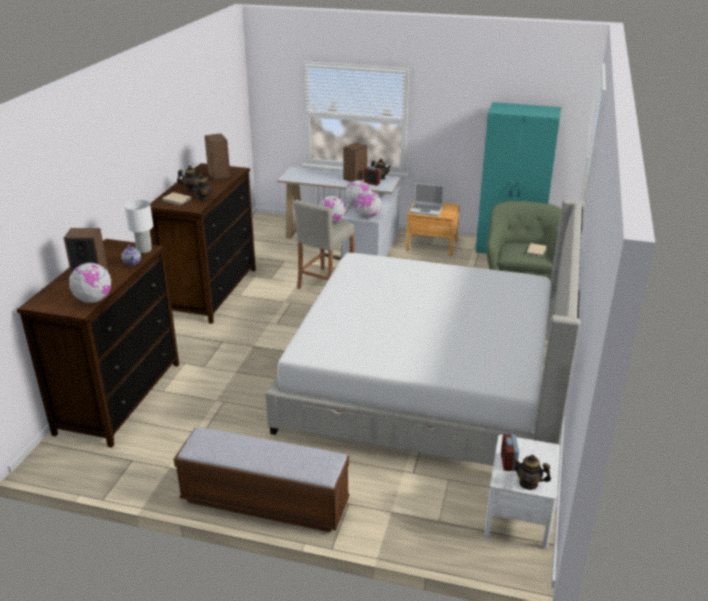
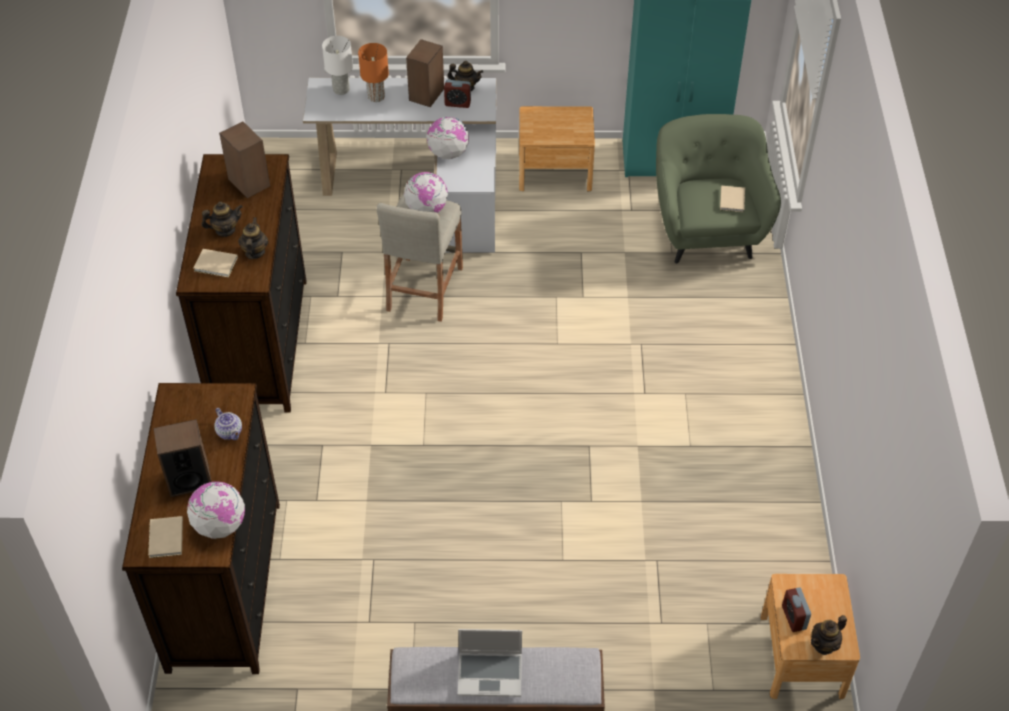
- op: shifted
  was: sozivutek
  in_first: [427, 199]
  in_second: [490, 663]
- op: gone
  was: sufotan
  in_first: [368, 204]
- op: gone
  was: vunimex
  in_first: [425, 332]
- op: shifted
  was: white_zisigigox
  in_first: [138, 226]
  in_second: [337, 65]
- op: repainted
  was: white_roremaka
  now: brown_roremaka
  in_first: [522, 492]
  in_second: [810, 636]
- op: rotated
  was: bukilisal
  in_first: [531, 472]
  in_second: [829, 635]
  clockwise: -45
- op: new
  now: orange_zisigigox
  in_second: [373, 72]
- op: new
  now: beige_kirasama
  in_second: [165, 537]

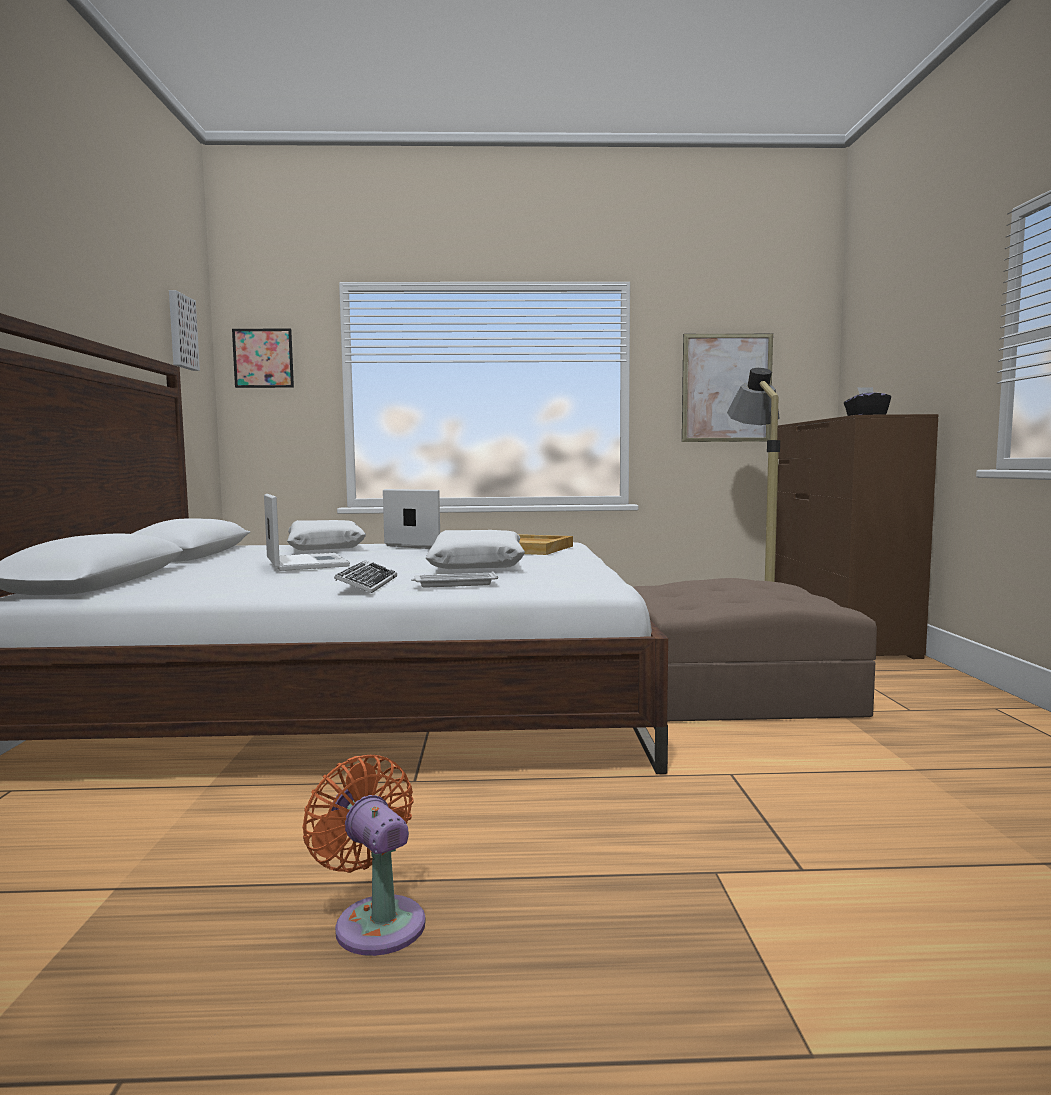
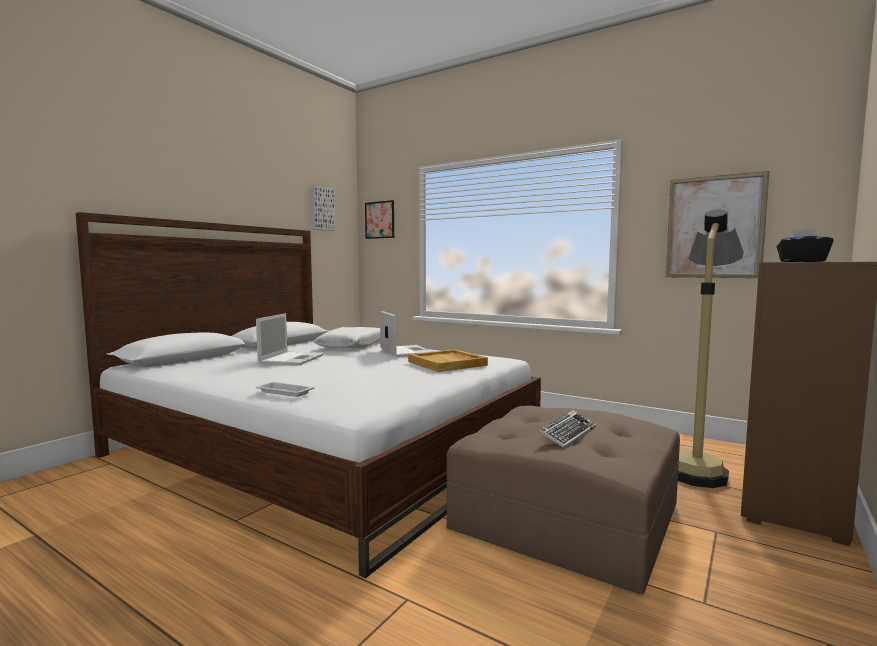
- op: gone
  was: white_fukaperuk
  in_first: [475, 549]
- op: shifted
  was: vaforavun
  in_first: [365, 576]
  in_second: [567, 429]
- op: gone
  was: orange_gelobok
  in_first: [363, 855]

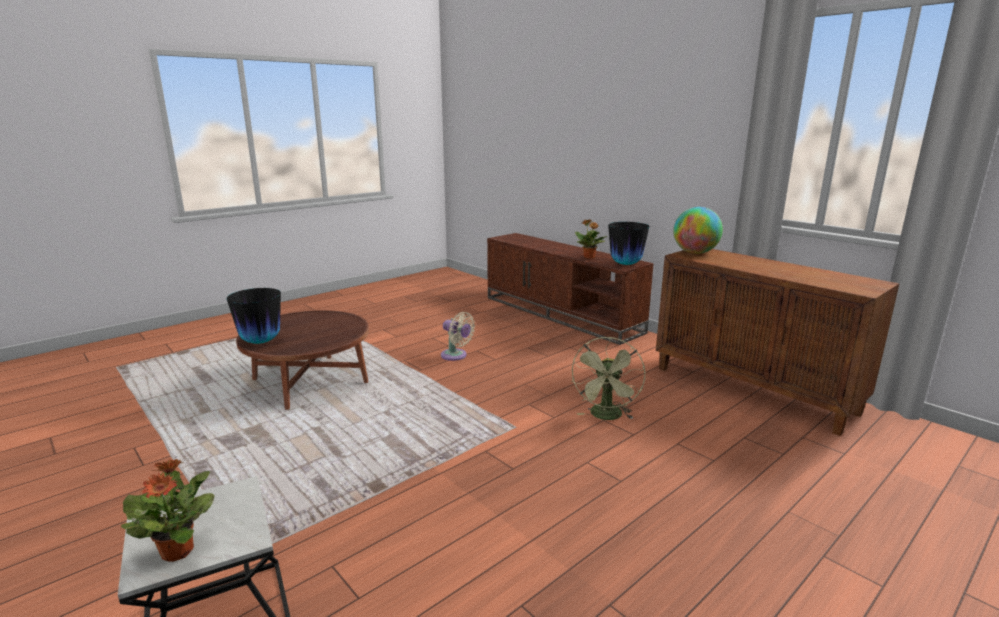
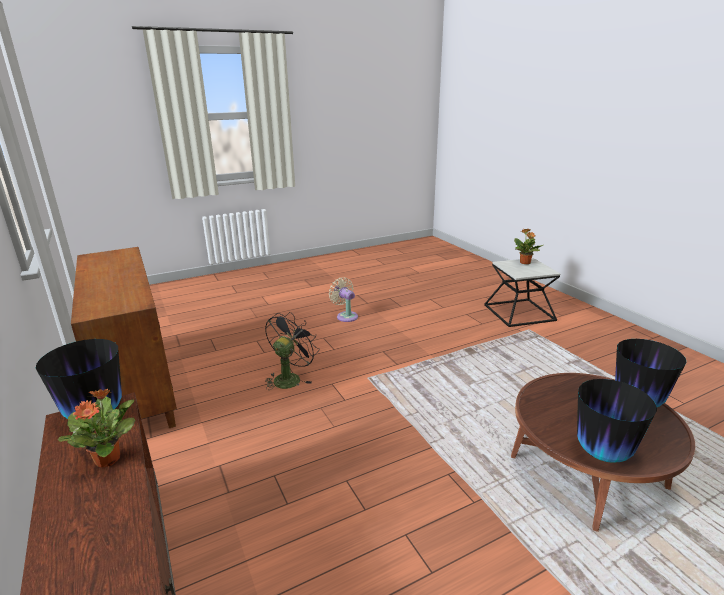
- op: gone
  was: sufotan
  in_first: [698, 230]
- op: shifted
  was: beige_gelobok
  in_first: [458, 336]
  in_second: [343, 299]
- op: repainted
  was: green_gelobok
  now: black_gelobok
  in_first: [608, 378]
  in_second: [292, 351]
- op: new
  now: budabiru
  in_second: [617, 421]

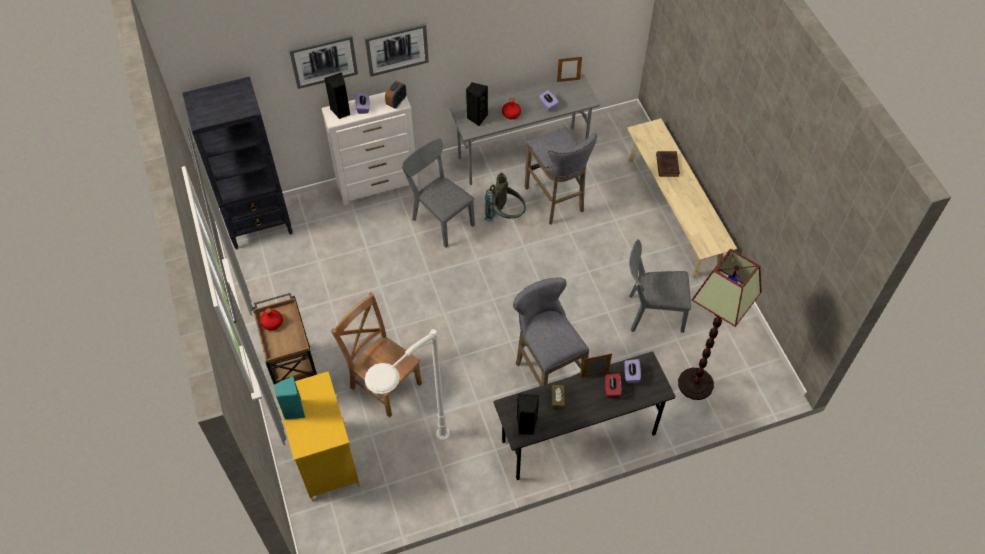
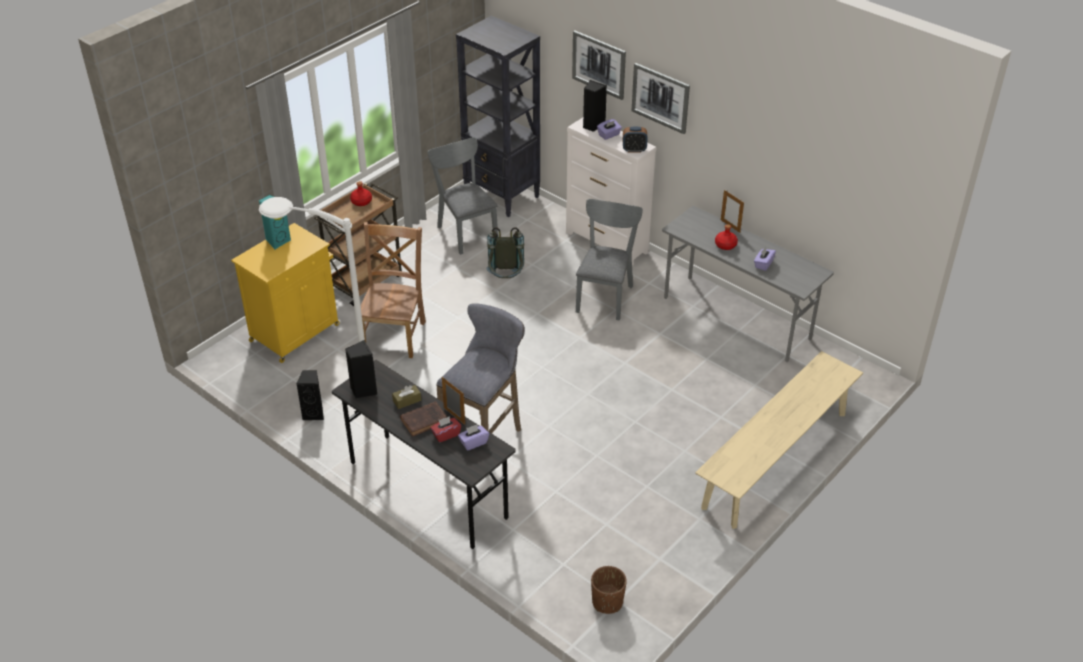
- op: shifted
  was: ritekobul
  in_first: [569, 69]
  in_second: [732, 211]
- op: shifted
  was: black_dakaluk
  in_first: [477, 104]
  in_second: [310, 395]
- op: gone
  was: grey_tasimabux
  in_first: [561, 175]
- op: shifted
  was: brown_kirasama
  in_first: [668, 164]
  in_second: [423, 419]
- op: shifted
  was: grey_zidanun
  in_first: [505, 197]
  in_second: [505, 252]
- op: shifted
  was: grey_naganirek
  in_first: [660, 286]
  in_second: [462, 196]
- op: gone
  was: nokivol
  in_first: [720, 324]
- op: new
  now: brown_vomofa
  in_second: [609, 590]

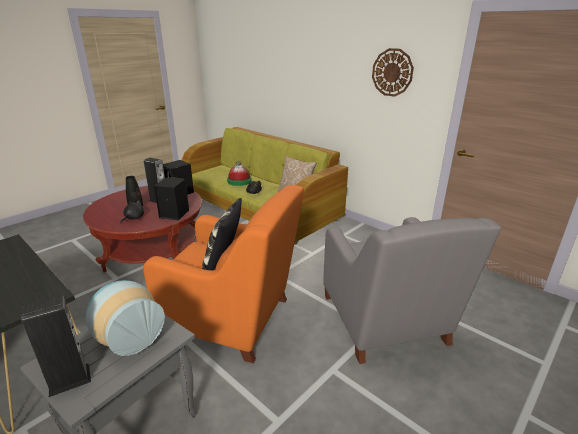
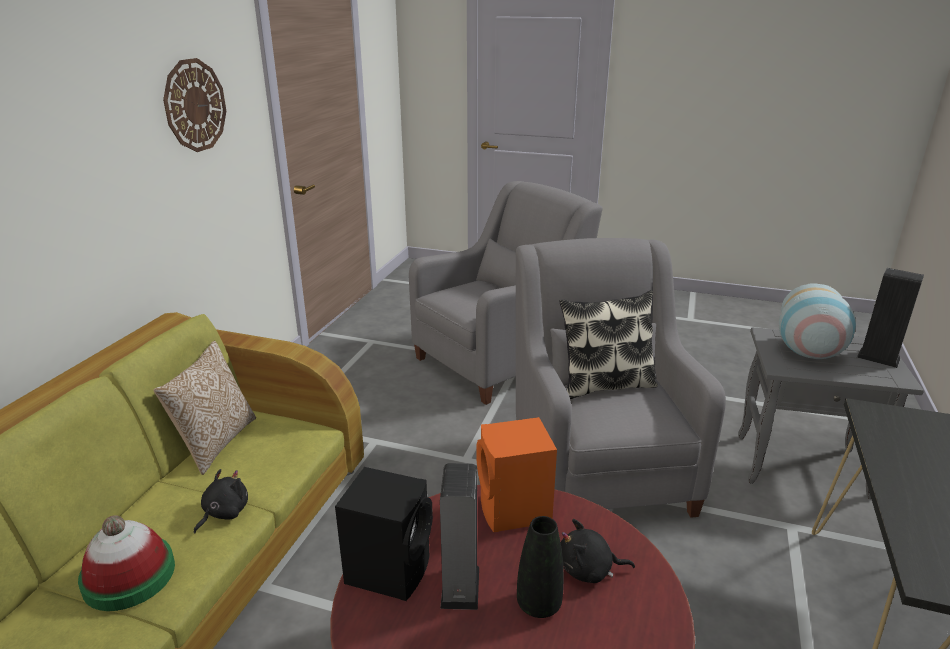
- op: repainted
  was: black_dakaluk
  now: orange_dakaluk
  in_first: [171, 198]
  in_second: [516, 474]
- op: repainted
  was: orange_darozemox
  now: grey_darozemox
  in_first: [223, 274]
  in_second: [621, 378]

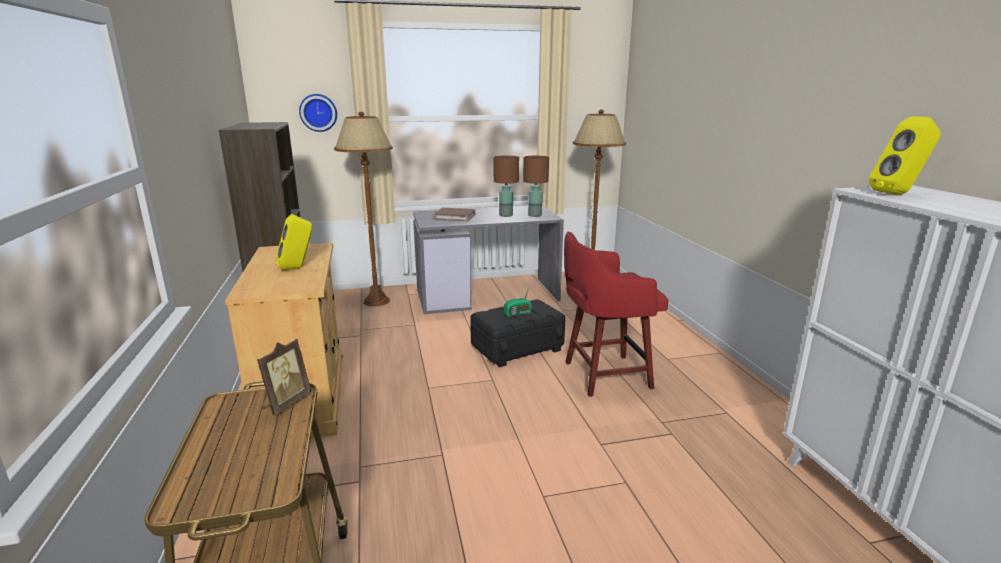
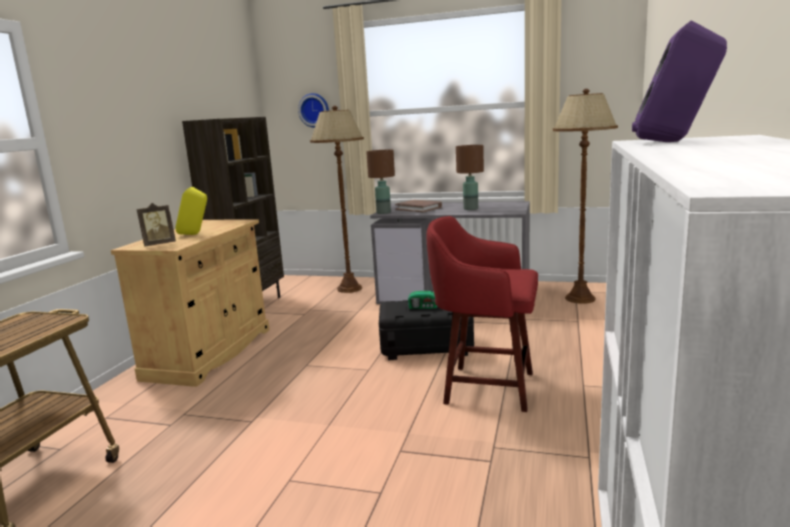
- op: repainted
  was: yellow_dakaluk
  now: purple_dakaluk
  in_first: [905, 156]
  in_second: [679, 81]
- op: shifted
  was: brown_zisigigox
  in_first: [536, 186]
  in_second: [380, 182]
- op: shifted
  was: ritekobul
  in_first: [284, 377]
  in_second: [156, 225]

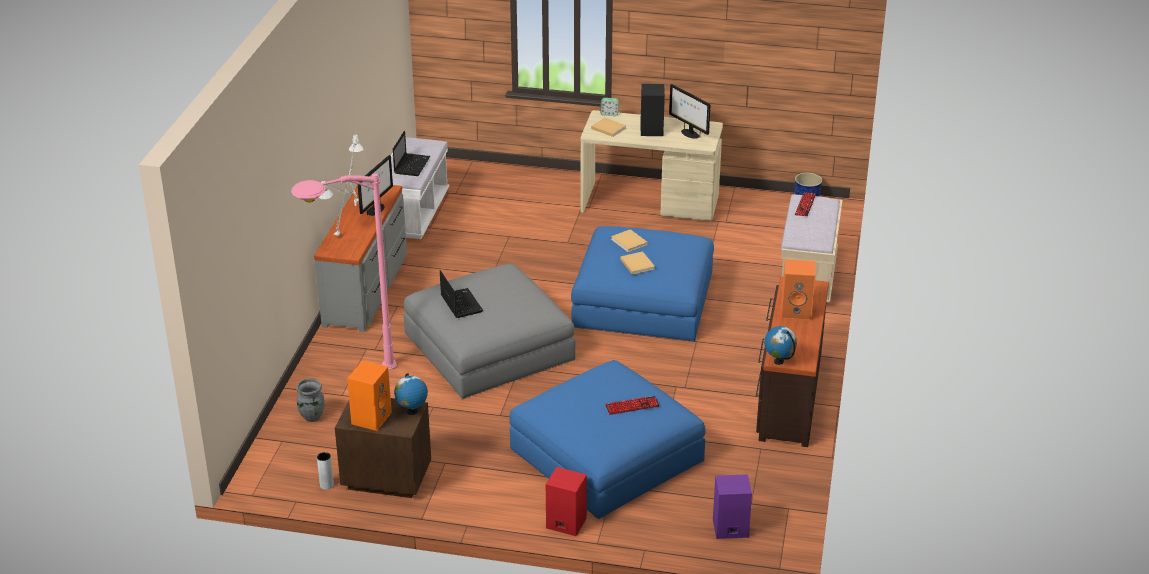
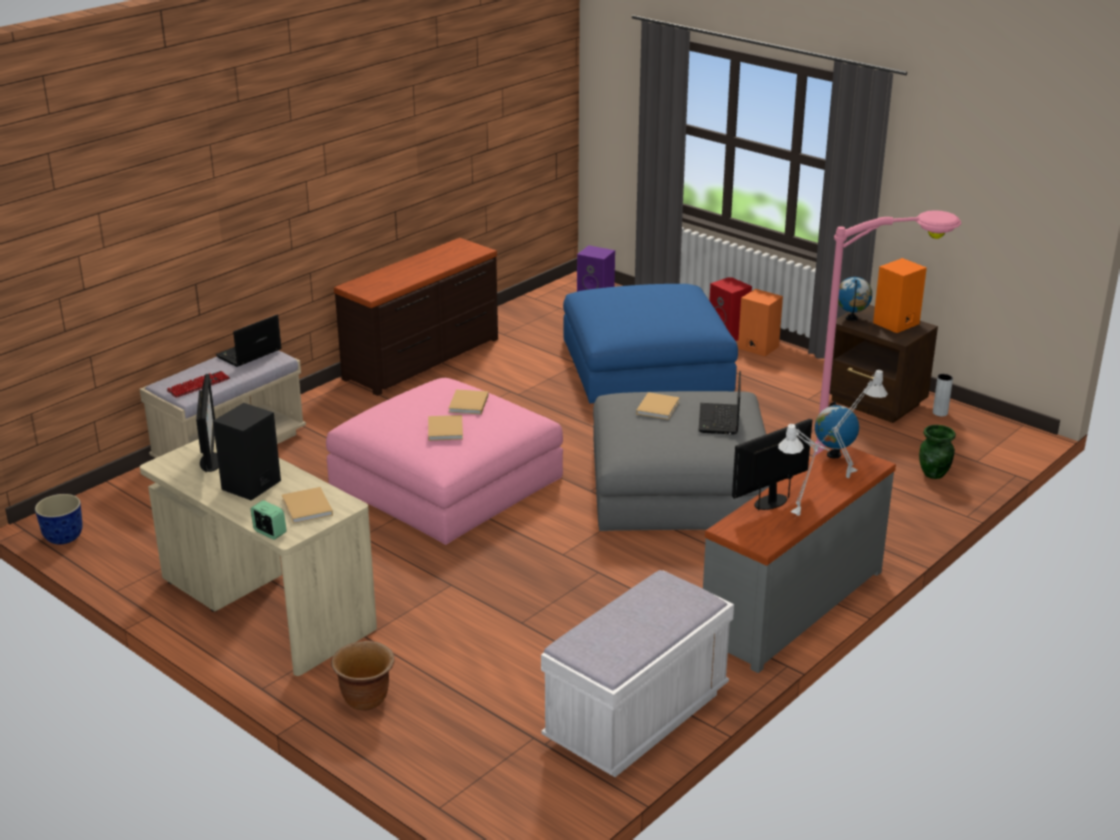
- op: shifted
  was: sozivutek
  in_first: [411, 153]
  in_second: [249, 341]
- op: repainted
  was: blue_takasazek
  now: pink_takasazek
  in_first: [642, 283]
  in_second: [444, 461]
- op: shifted
  was: orange_dakaluk
  in_first: [798, 289]
  in_second: [760, 322]
- op: shifted
  was: sufotan
  in_first: [780, 345]
  in_second: [837, 429]
- op: repainted
  was: grey_budabiru
  now: green_budabiru
  in_first: [310, 400]
  in_second: [937, 452]
- op: gone
  was: vaforavun
  in_first: [632, 405]
- op: new
  now: beige_kirasama
  in_second: [658, 406]
- op: new
  now: brown_vomofa
  in_second: [363, 676]

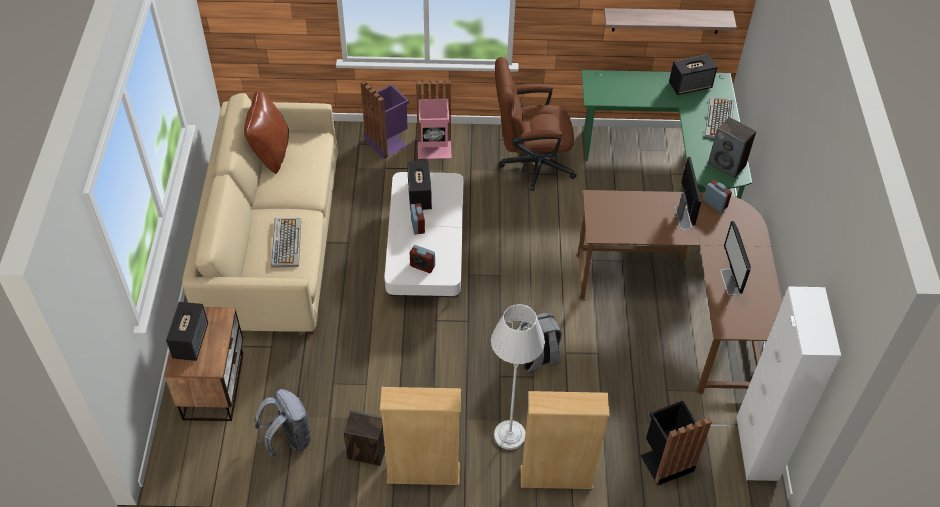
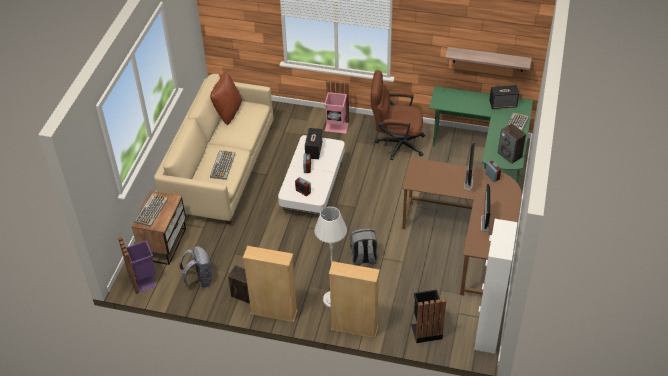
- op: shifted
  was: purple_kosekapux
  in_first: [384, 119]
  in_second: [137, 265]
- op: swapped
  was: dakaluk
  now: vaforavun
  in_first: [187, 331]
  in_second: [151, 210]

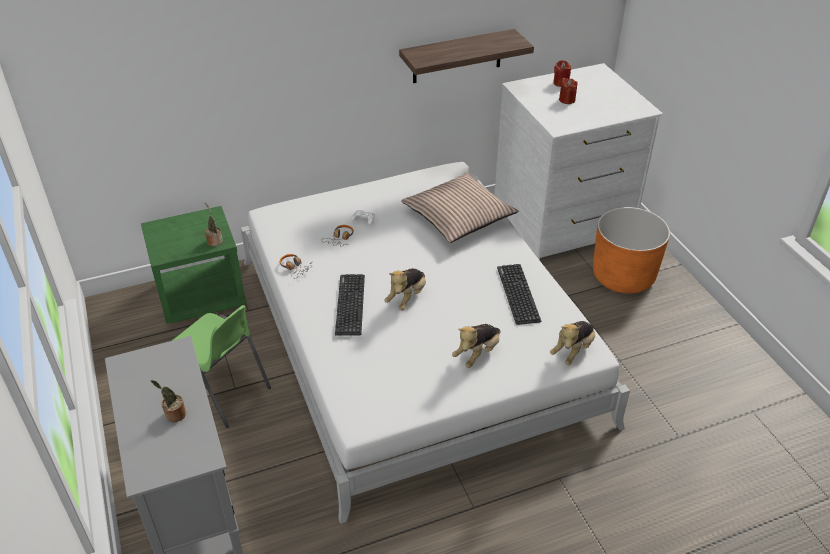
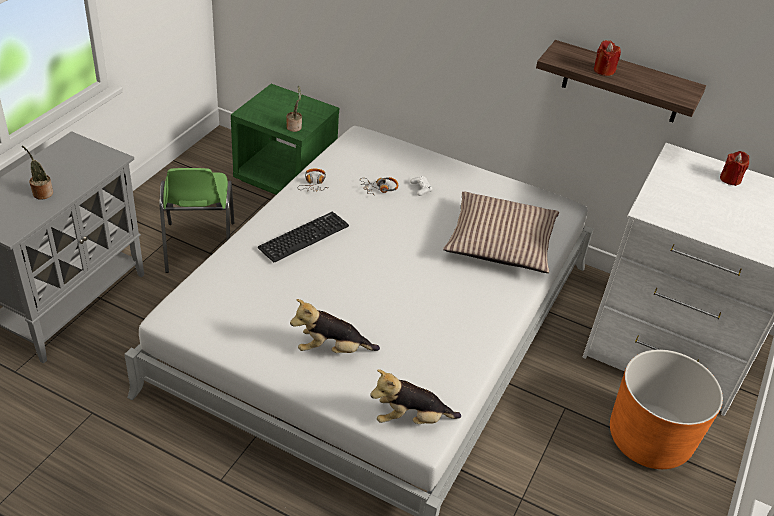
- op: shifted
  was: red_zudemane
  in_first: [568, 91]
  in_second: [607, 58]
- op: gone
  was: vaforavun
  in_first: [519, 294]
- op: gone
  was: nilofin
  in_first: [405, 289]

